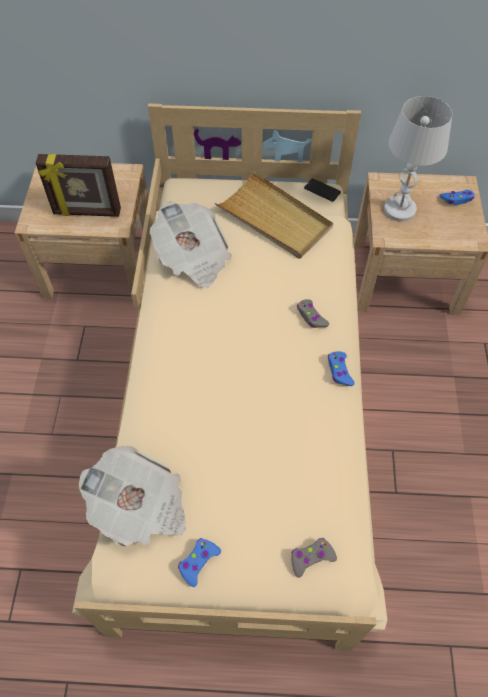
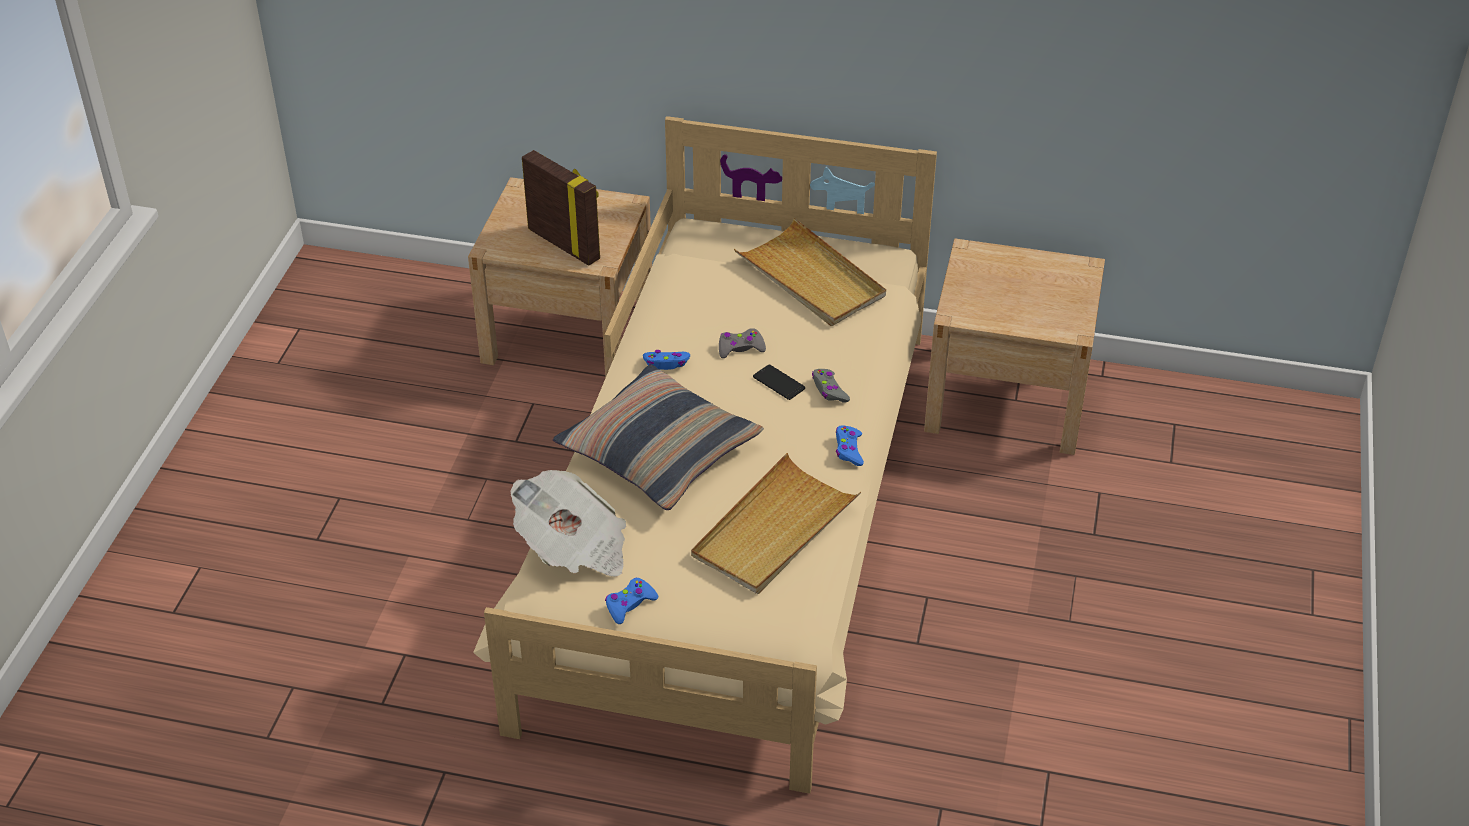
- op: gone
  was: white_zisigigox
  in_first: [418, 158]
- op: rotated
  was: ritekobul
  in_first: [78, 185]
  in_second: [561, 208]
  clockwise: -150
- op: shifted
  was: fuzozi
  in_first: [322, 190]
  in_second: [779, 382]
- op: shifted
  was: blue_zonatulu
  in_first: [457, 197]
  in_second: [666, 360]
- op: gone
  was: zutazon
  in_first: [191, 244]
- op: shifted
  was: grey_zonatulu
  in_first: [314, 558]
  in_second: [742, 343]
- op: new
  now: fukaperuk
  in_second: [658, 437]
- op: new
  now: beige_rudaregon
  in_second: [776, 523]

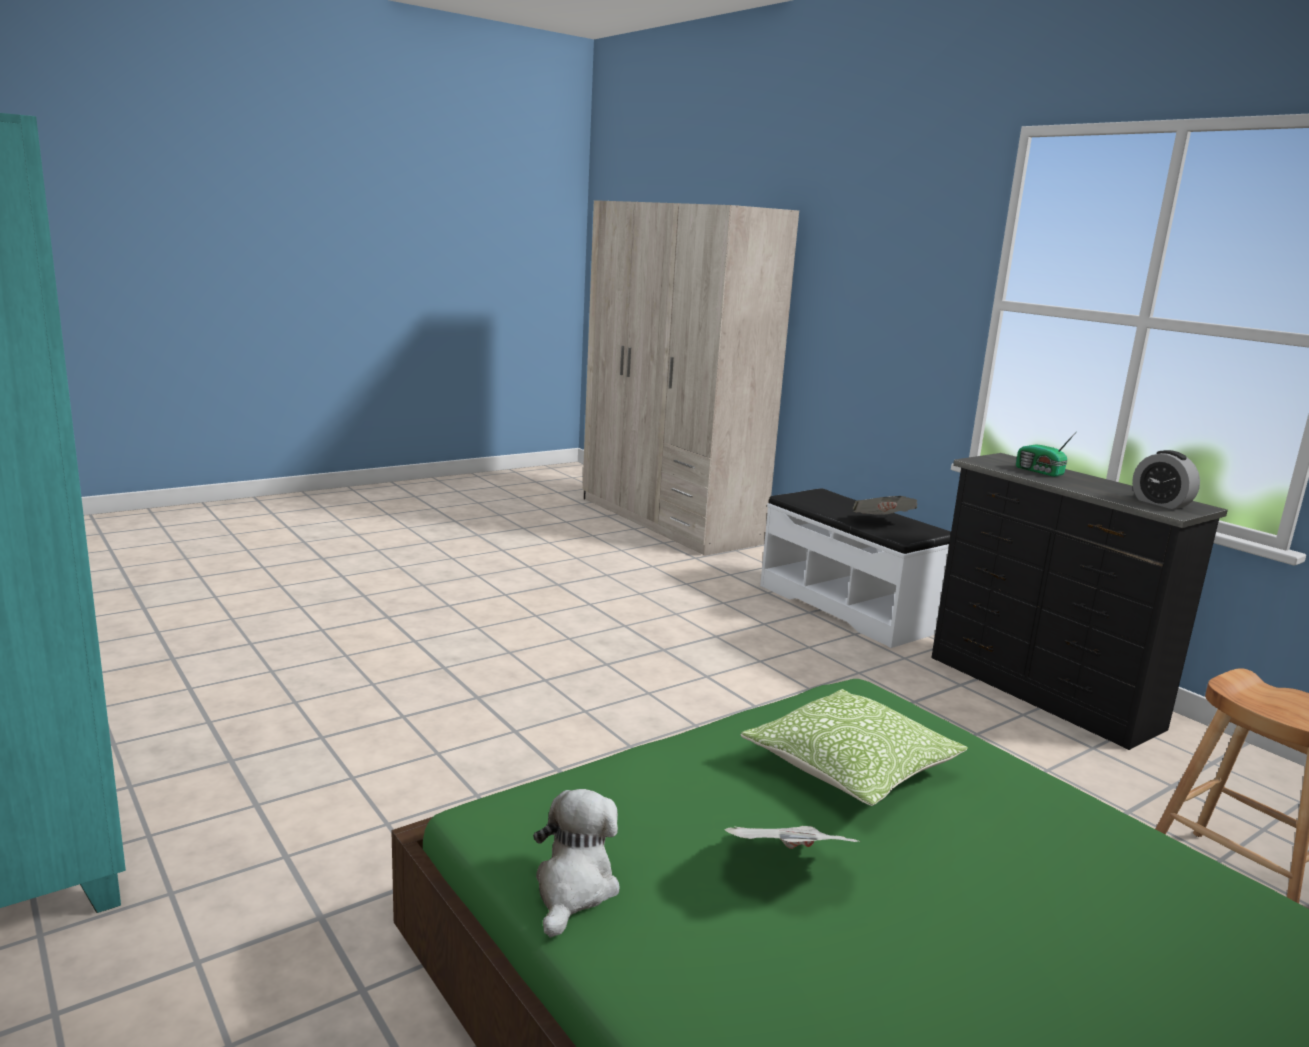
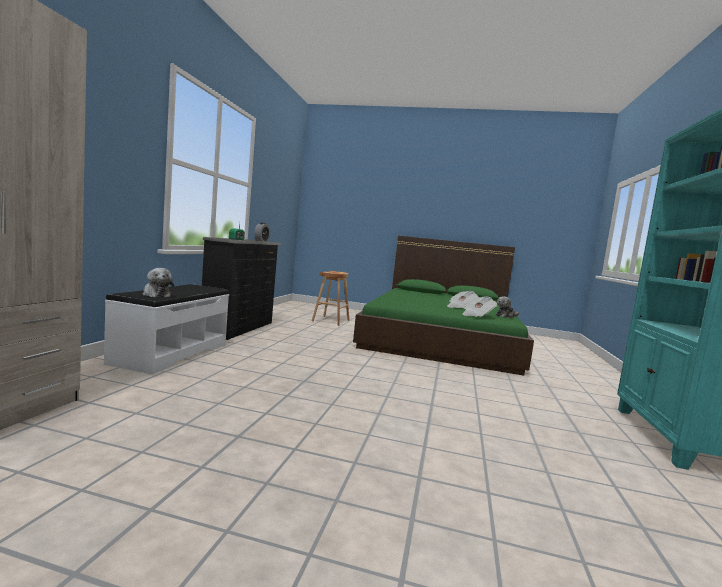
- op: shifted
  was: zutazon
  in_first: [885, 505]
  in_second: [480, 306]
- op: gone
  was: fukaperuk
  in_first: [854, 747]
- op: new
  now: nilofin
  in_second: [158, 282]

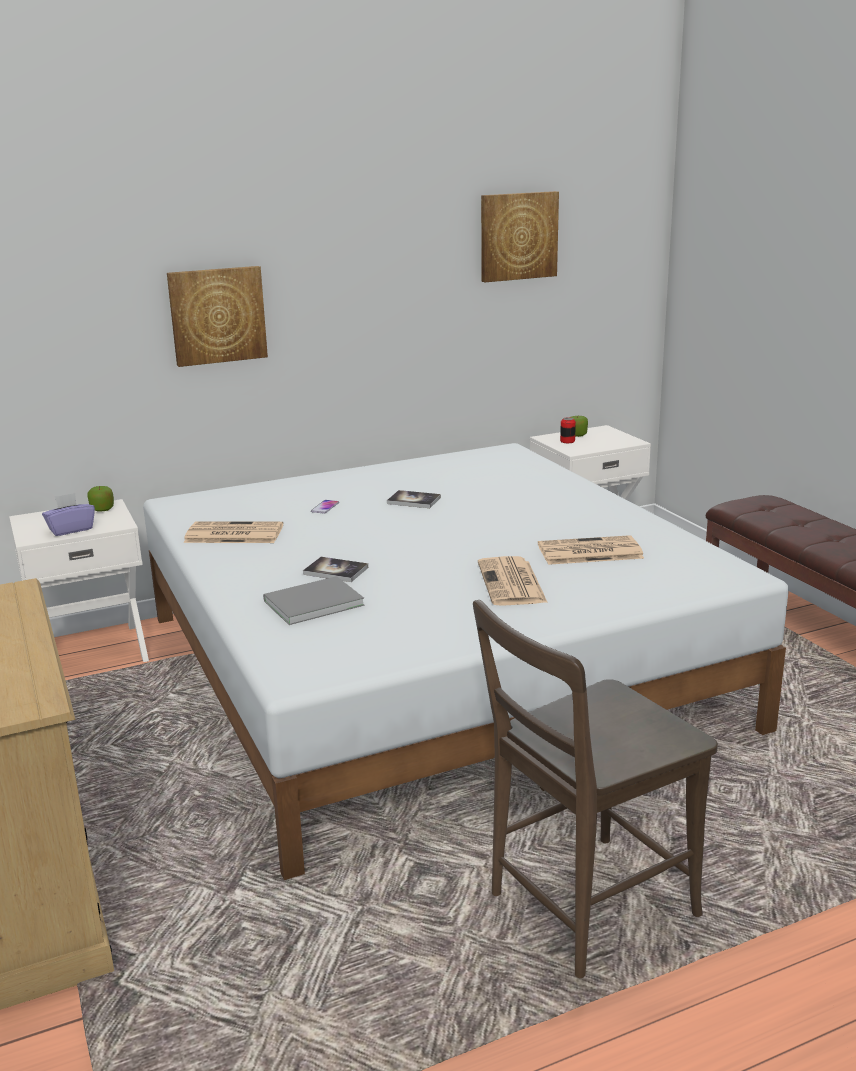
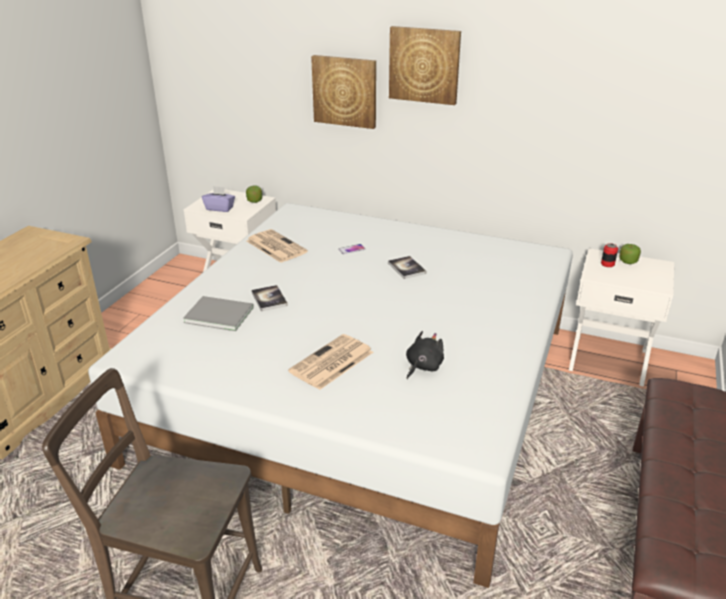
- op: shifted
  was: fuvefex
  in_first: [520, 236]
  in_second: [425, 65]
- op: swapped
  was: zutazon
  now: black_nilofin
  in_first: [591, 550]
  in_second: [425, 355]

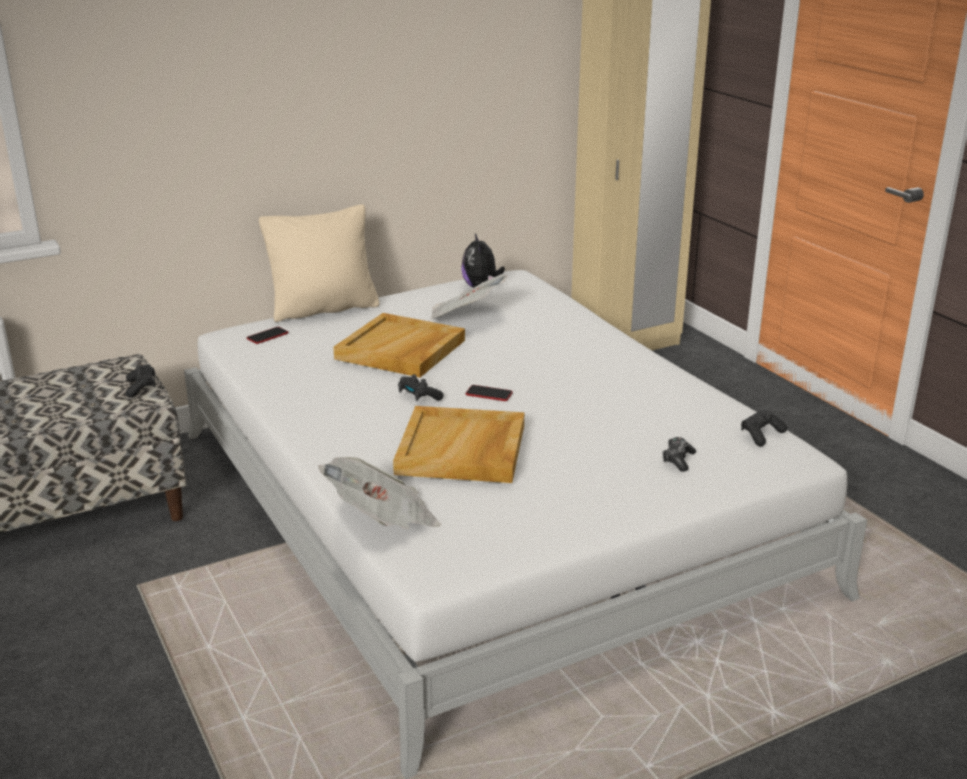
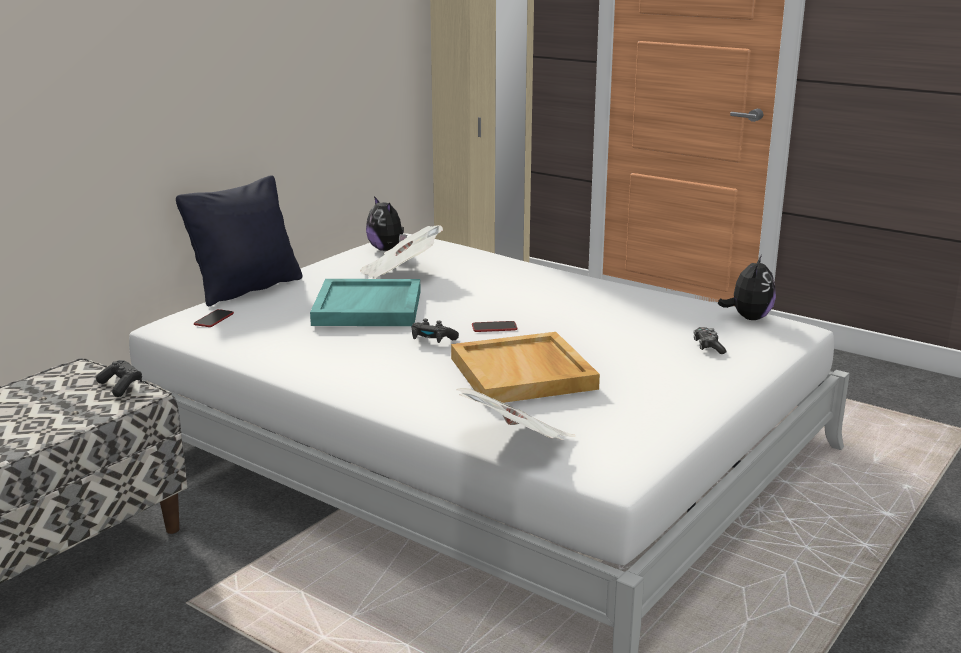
- op: repainted
  was: beige_fukaperuk
  now: black_fukaperuk
  in_first: [319, 263]
  in_second: [239, 240]
- op: repainted
  was: beige_rudaregon
  now: turquoise_rudaregon
  in_first: [399, 345]
  in_second: [365, 302]
- op: swapped
  was: black_zonatulu
  now: nilofin
  in_first: [764, 428]
  in_second: [747, 287]

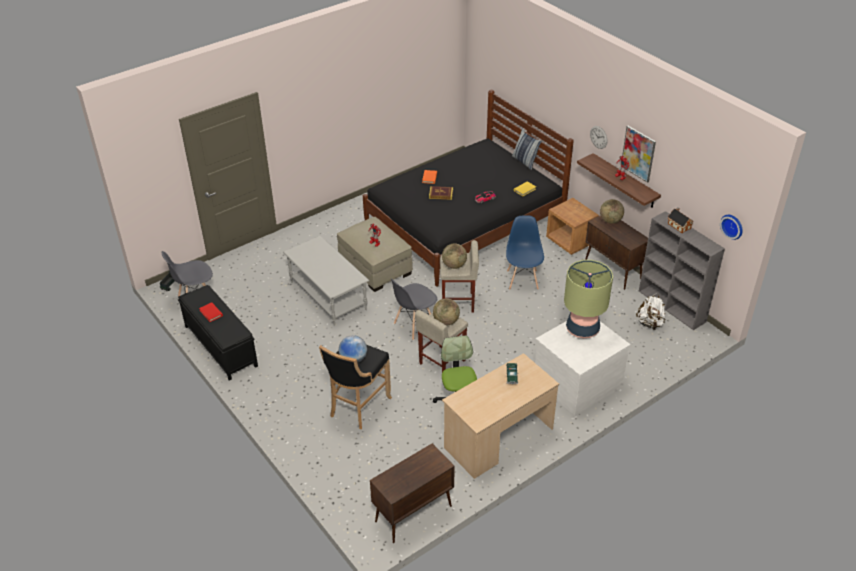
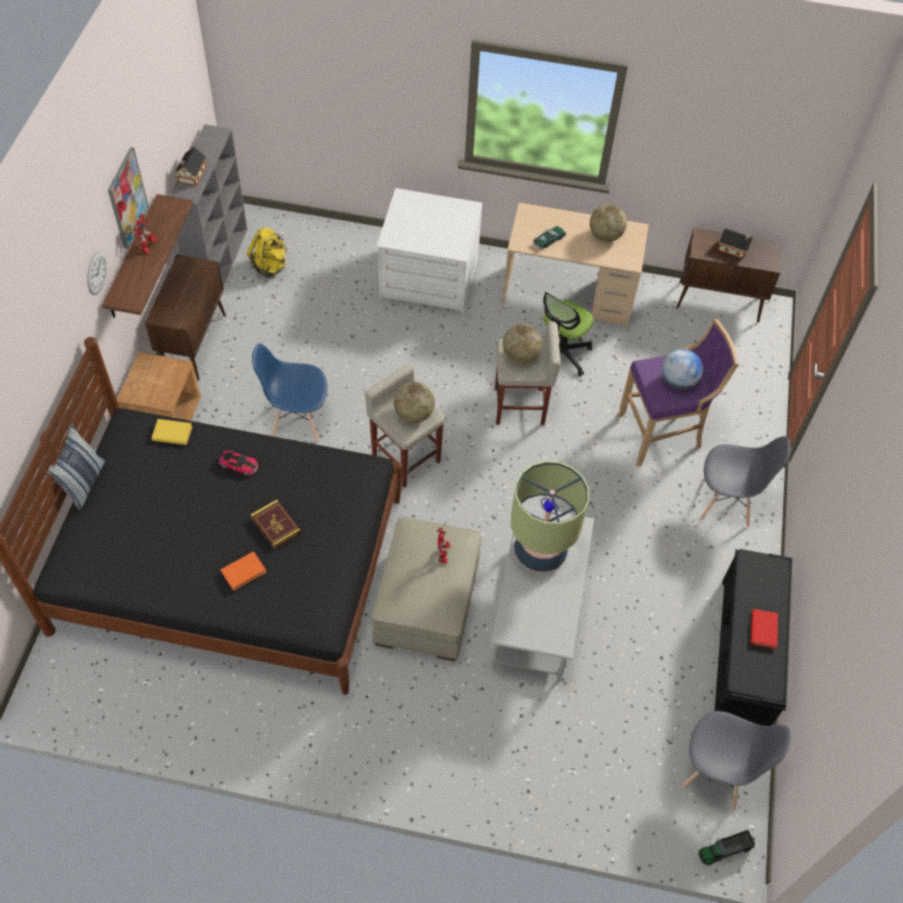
- op: shifted
  was: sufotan
  in_first: [612, 211]
  in_second: [608, 223]
- op: rotated
  was: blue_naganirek
  in_first: [525, 252]
  in_second: [289, 392]
  clockwise: 45
- op: gone
  was: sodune
  in_first: [731, 227]
- op: shifted
  was: zisigigox
  in_first: [588, 299]
  in_second: [550, 517]
- op: shifted
  was: grey_naganirek
  in_first: [414, 309]
  in_second: [745, 482]
- op: repainted
  was: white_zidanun
  now: yellow_zidanun
  in_first: [651, 311]
  in_second: [266, 252]
- op: repainted
  was: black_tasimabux
  now: purple_tasimabux
  in_first: [355, 387]
  in_second: [678, 393]
- op: new
  now: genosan
  in_second: [735, 243]

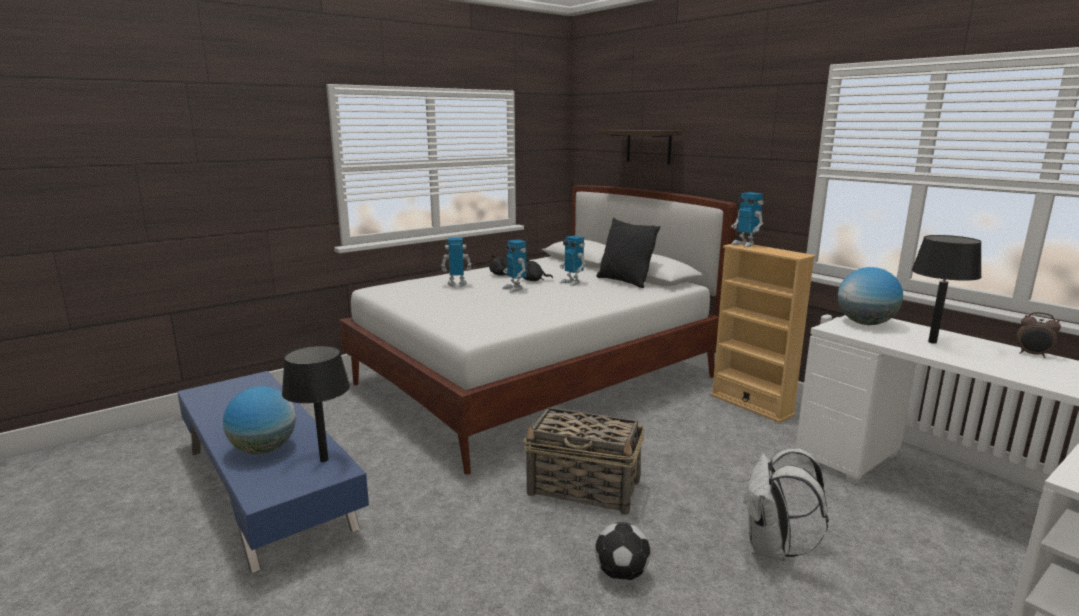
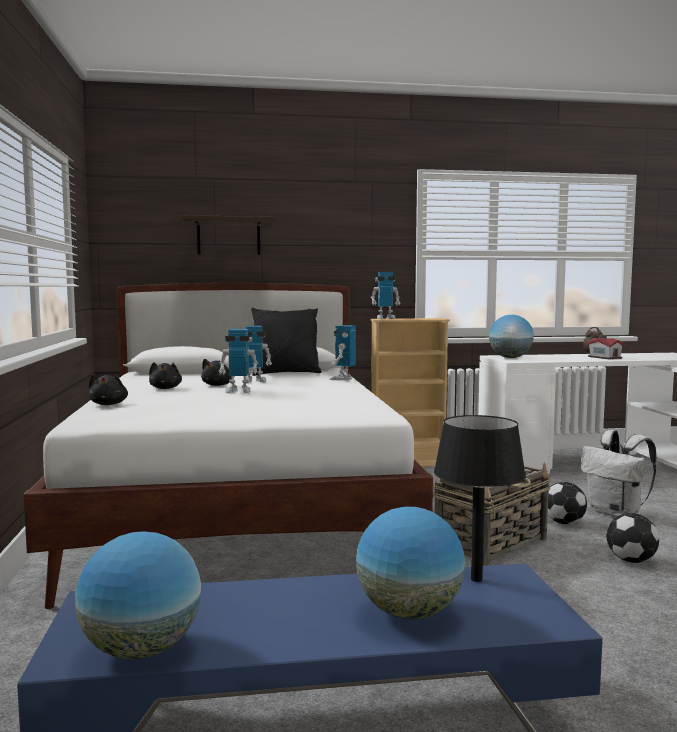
- op: gone
  was: black_zisigigox
  in_first: [946, 289]
- op: shifted
  was: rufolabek
  in_first: [456, 262]
  in_second: [342, 352]
- op: new
  now: genosan
  in_second: [606, 347]
- op: new
  now: black_nilofin
  in_second: [108, 389]
- op: new
  now: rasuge
  in_second: [567, 503]
- op: new
  now: sufotan
  in_second: [138, 595]

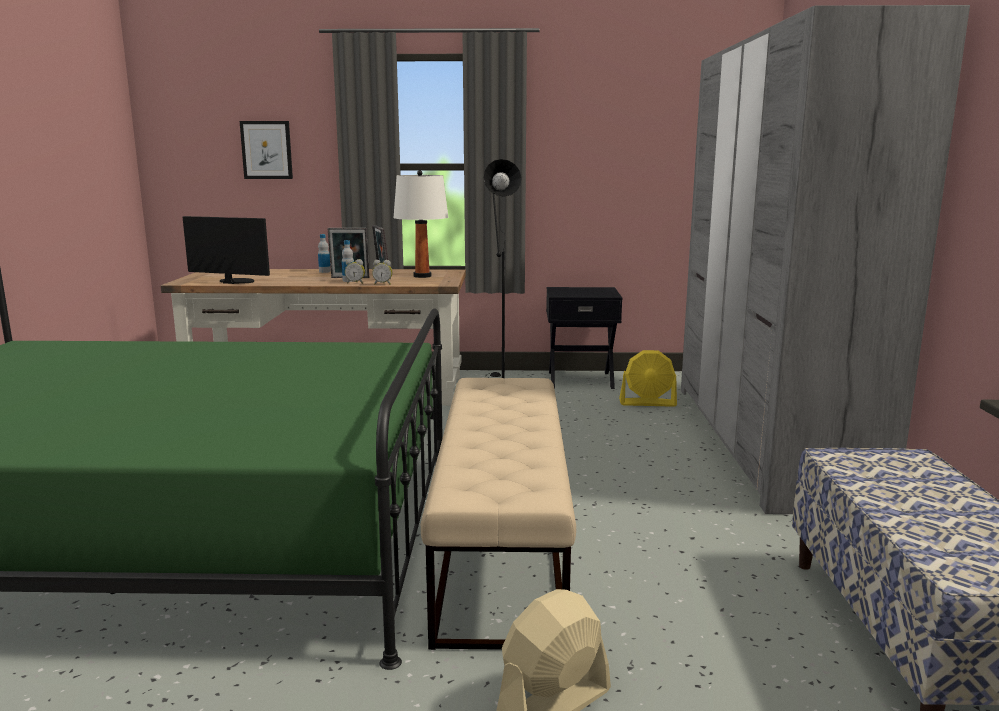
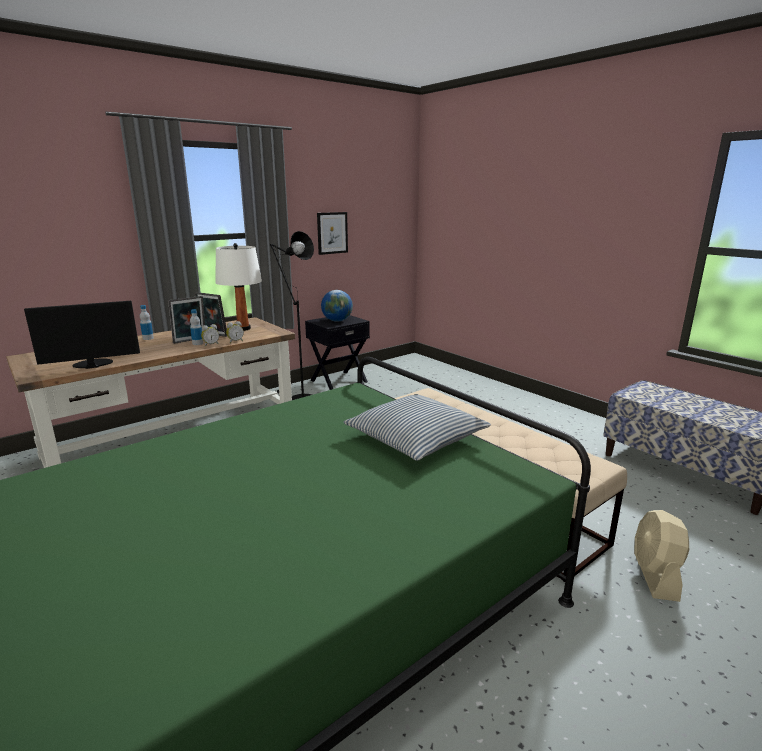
- op: gone
  was: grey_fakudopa
  in_first: [825, 259]
- op: shifted
  was: fuvefex
  in_first: [266, 150]
  in_second: [332, 233]
- op: gone
  was: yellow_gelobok
  in_first: [648, 378]
- op: new
  now: sufotan
  in_second: [337, 306]
- op: new
  now: fukaperuk
  in_second: [417, 427]

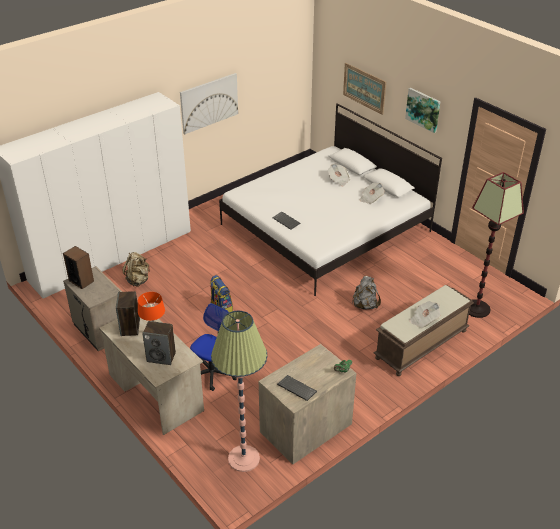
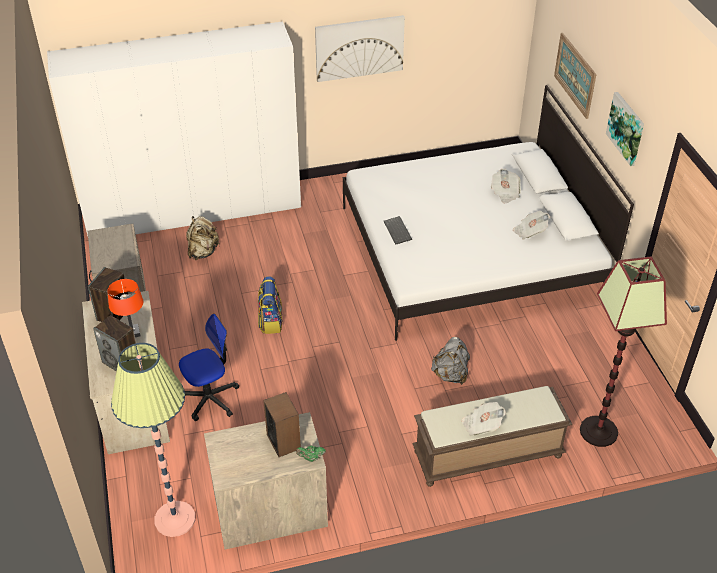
- op: shifted
  was: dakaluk
  in_first: [78, 267]
  in_second: [282, 424]
- op: gone
  was: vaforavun
  in_first: [297, 388]

